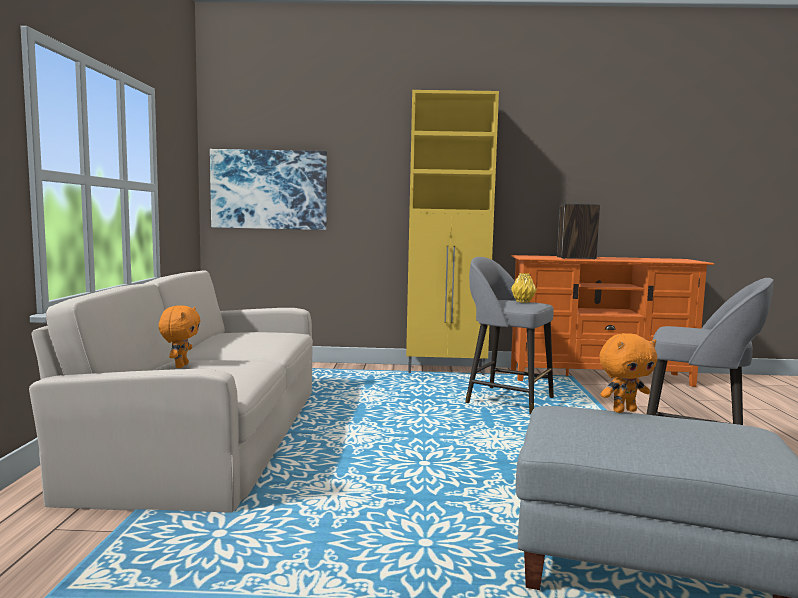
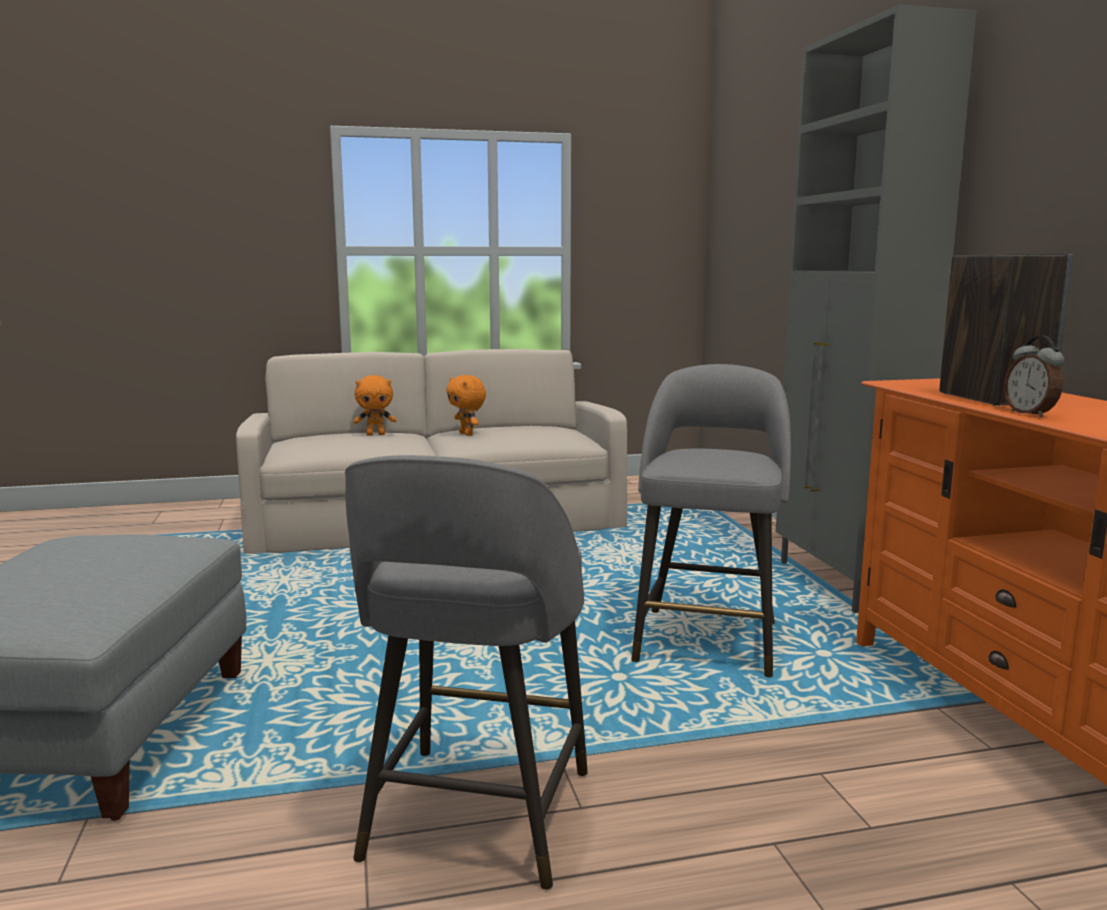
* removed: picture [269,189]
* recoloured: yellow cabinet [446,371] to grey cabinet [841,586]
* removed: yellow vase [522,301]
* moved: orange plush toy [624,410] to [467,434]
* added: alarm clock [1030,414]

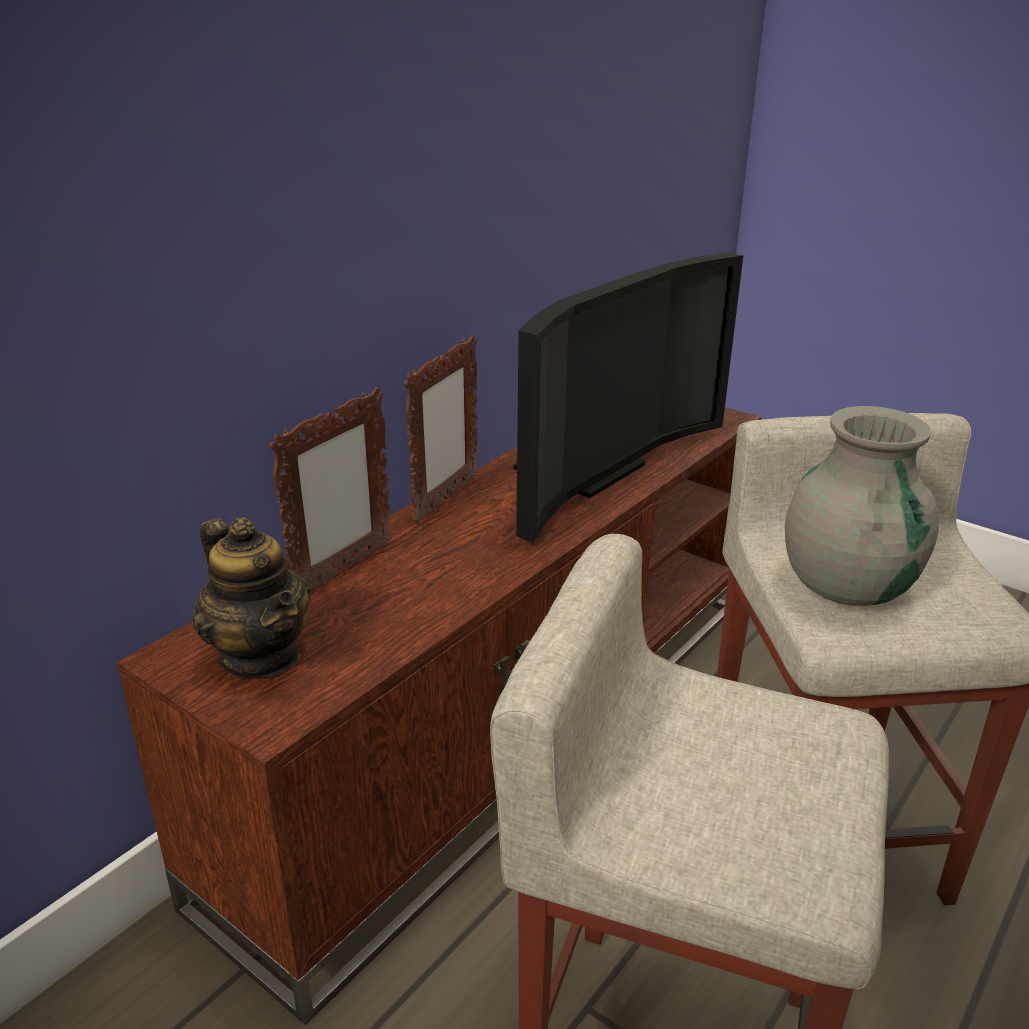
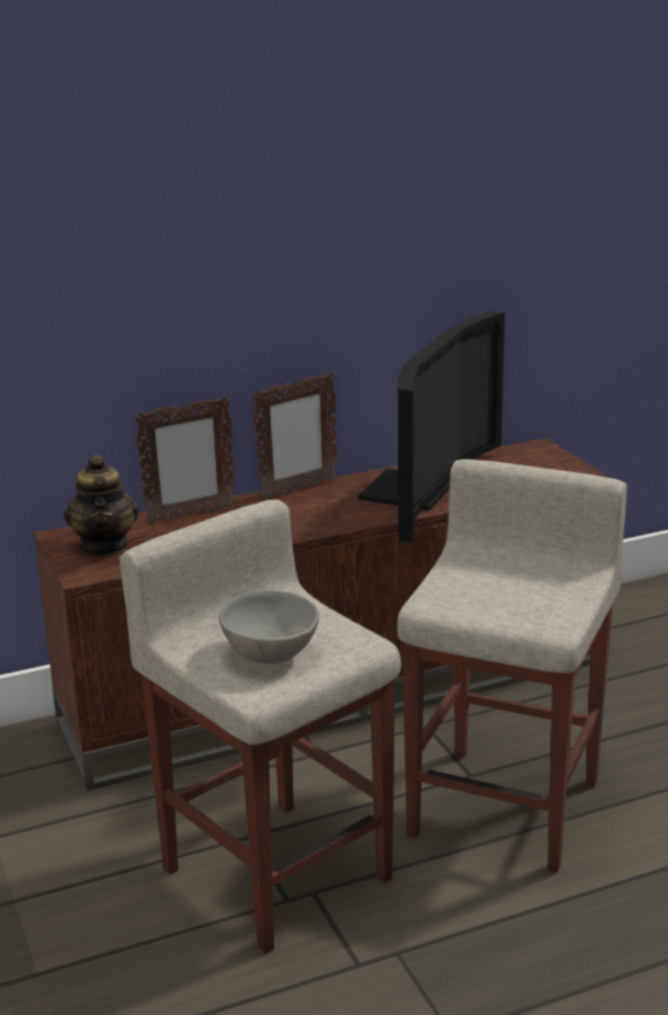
* turned: television [593,473] = [421,493] 45 degrees counterclockwise
* removed: grey vase [847,586]
* added: grey bowl [272,654]

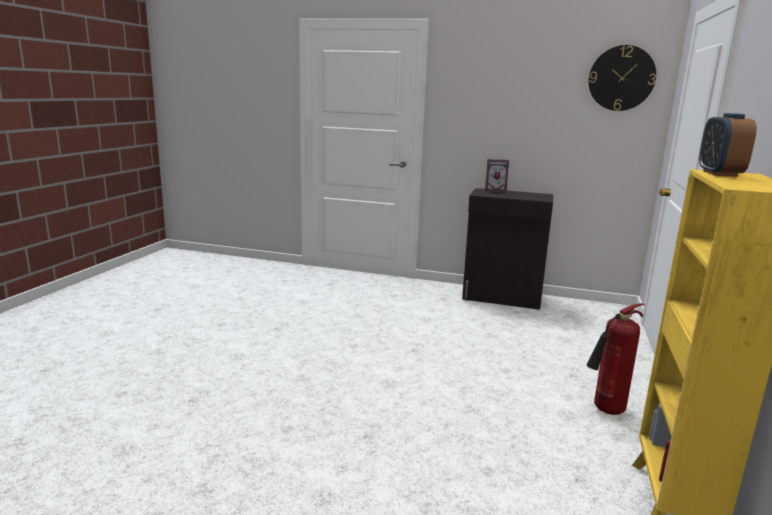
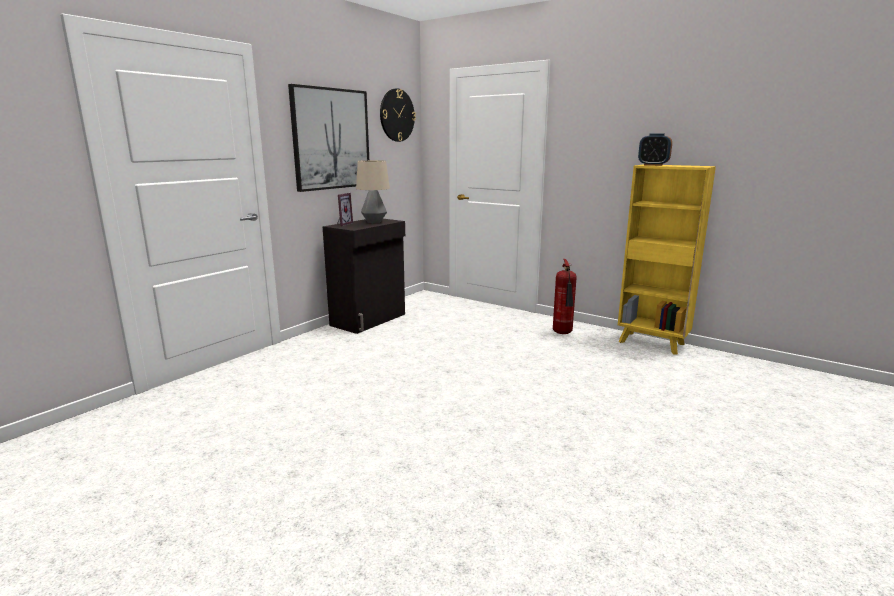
* added: picture [331,139]
* added: table lamp [374,222]

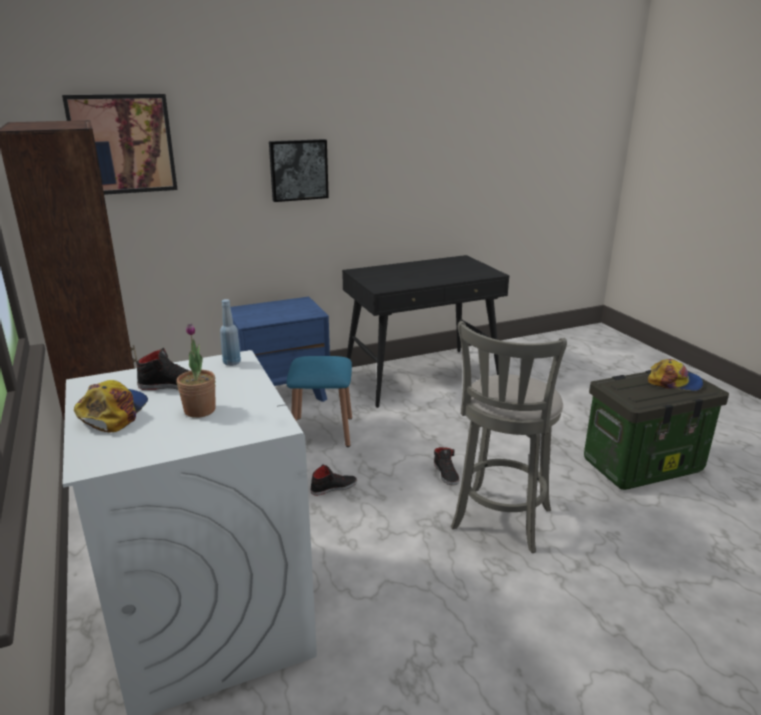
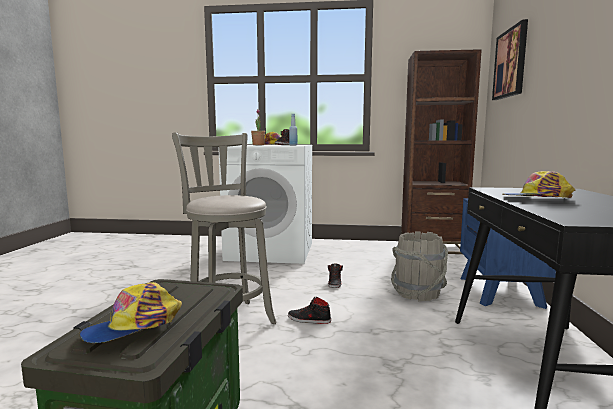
* removed: picture [298,170]
* replaced: blue stool [322,431] to grey bucket [417,293]
* added: cap [537,199]

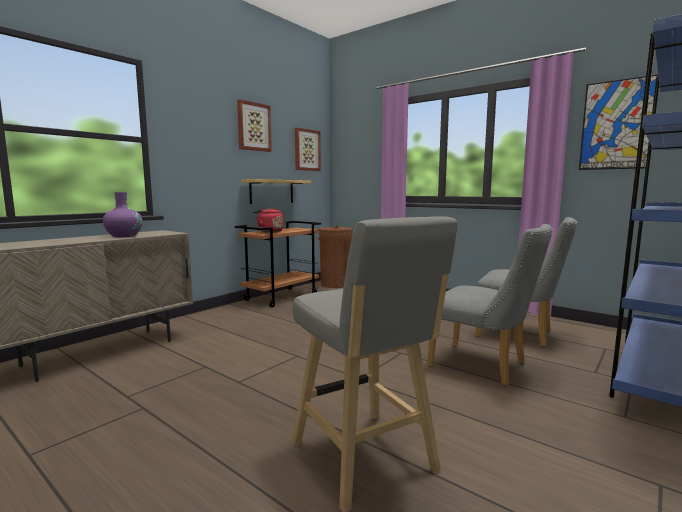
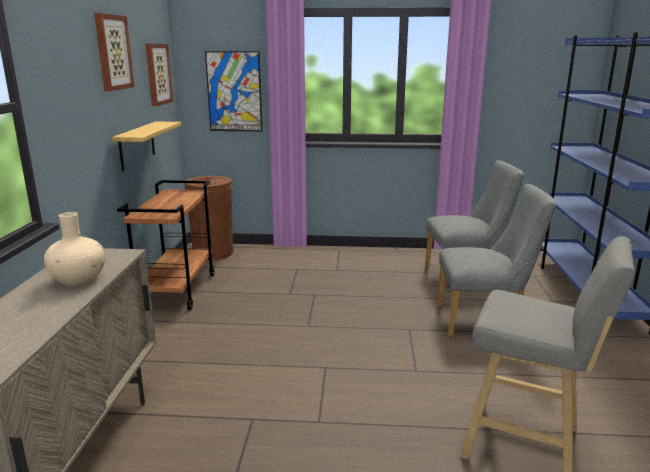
* recoloured: purple vase [124,236] to beige vase [78,280]
* removed: red kettle [269,231]
* moved: picture [617,125] to [234,92]

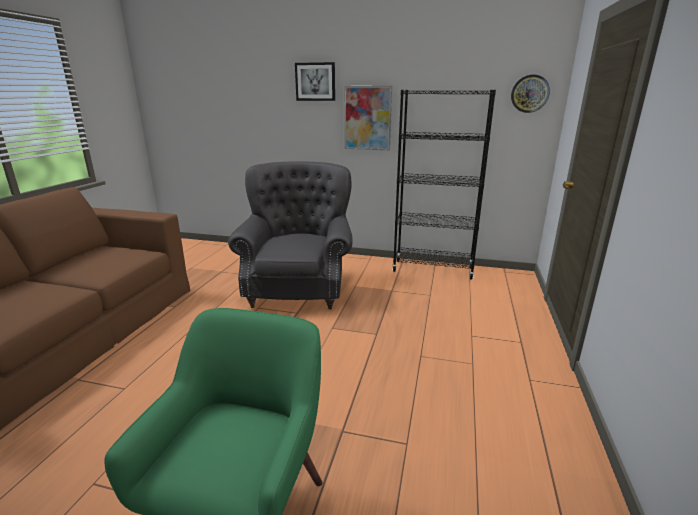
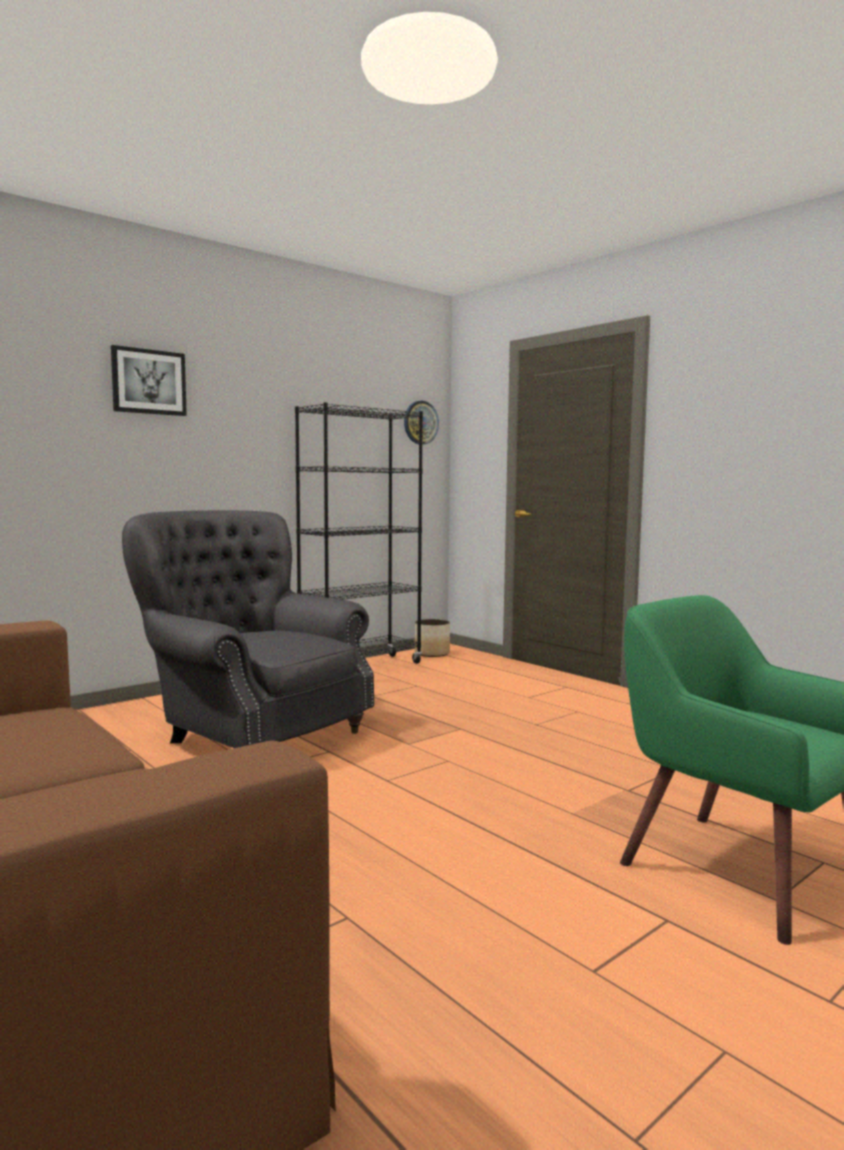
* removed: picture [367,118]
* added: planter [432,653]

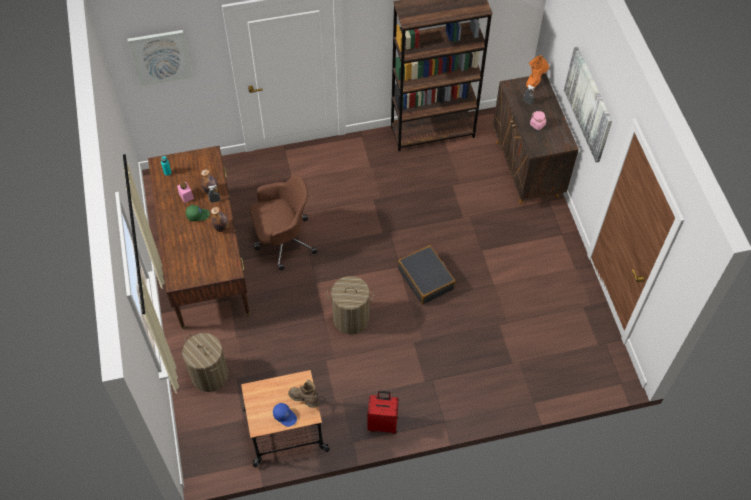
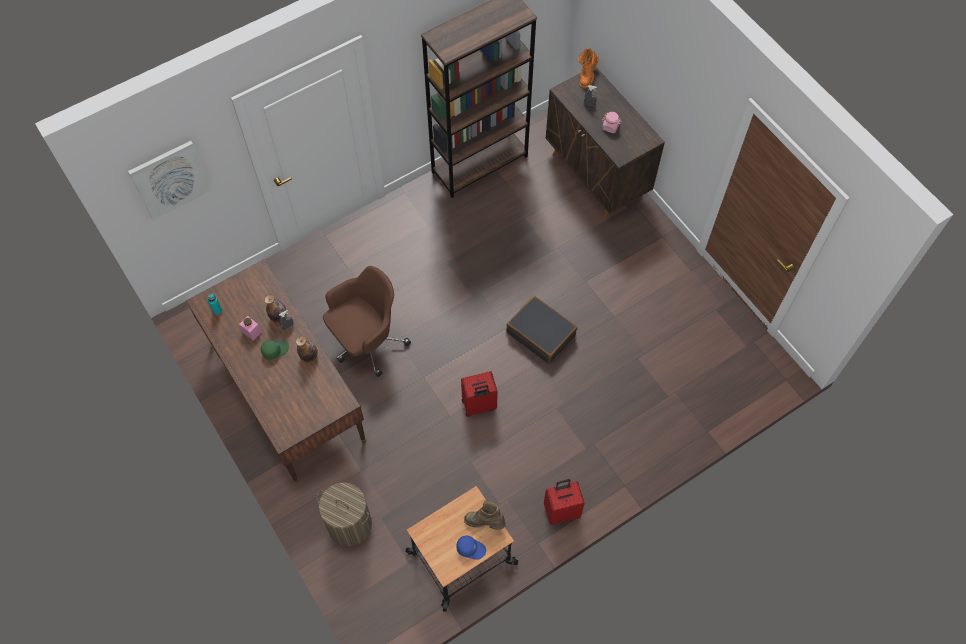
* replaced: laundry basket [351,318] to red suitcase [479,406]
* removed: picture [588,104]

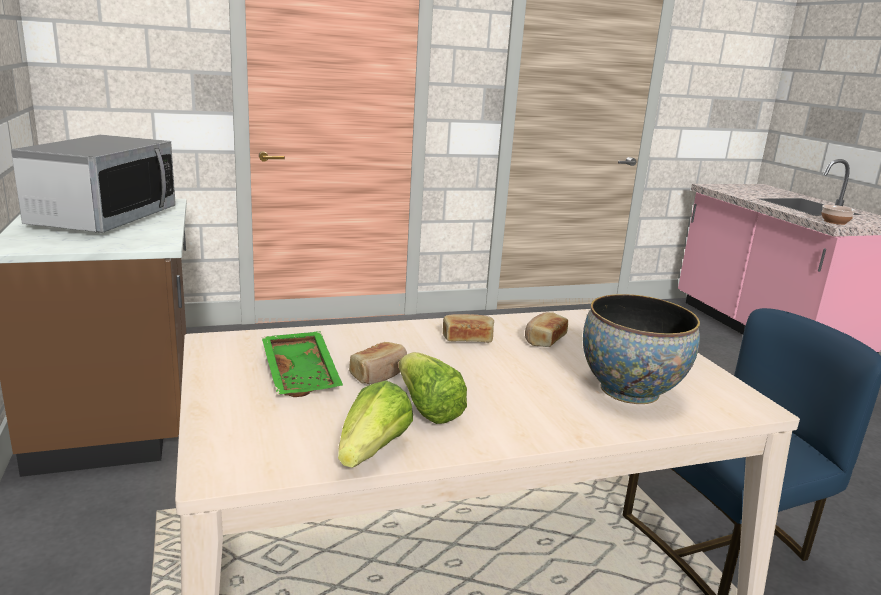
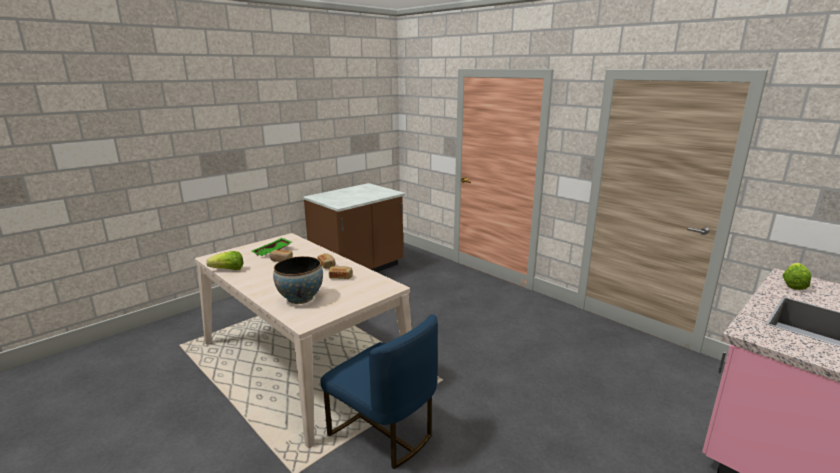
* removed: microwave [104,218]
* moved: lettuce [427,408] to [793,284]
* removed: bowl [835,222]

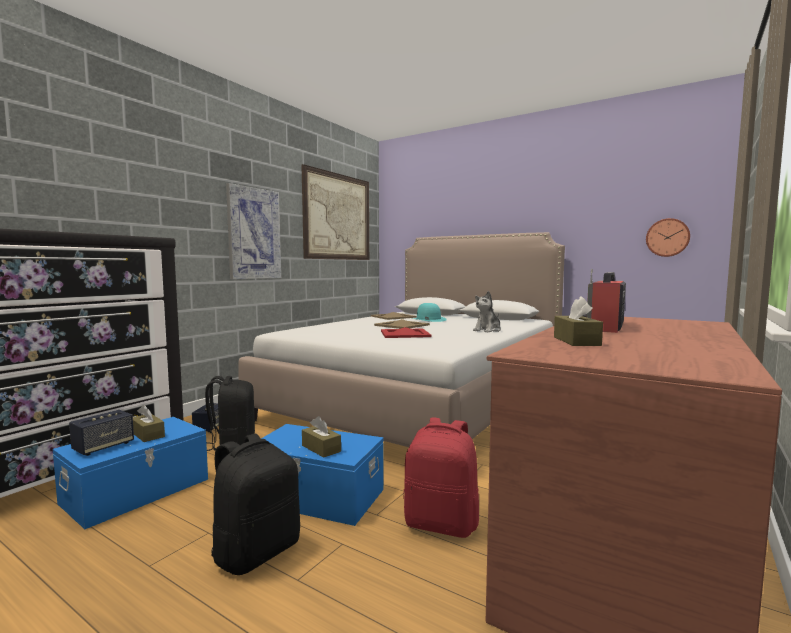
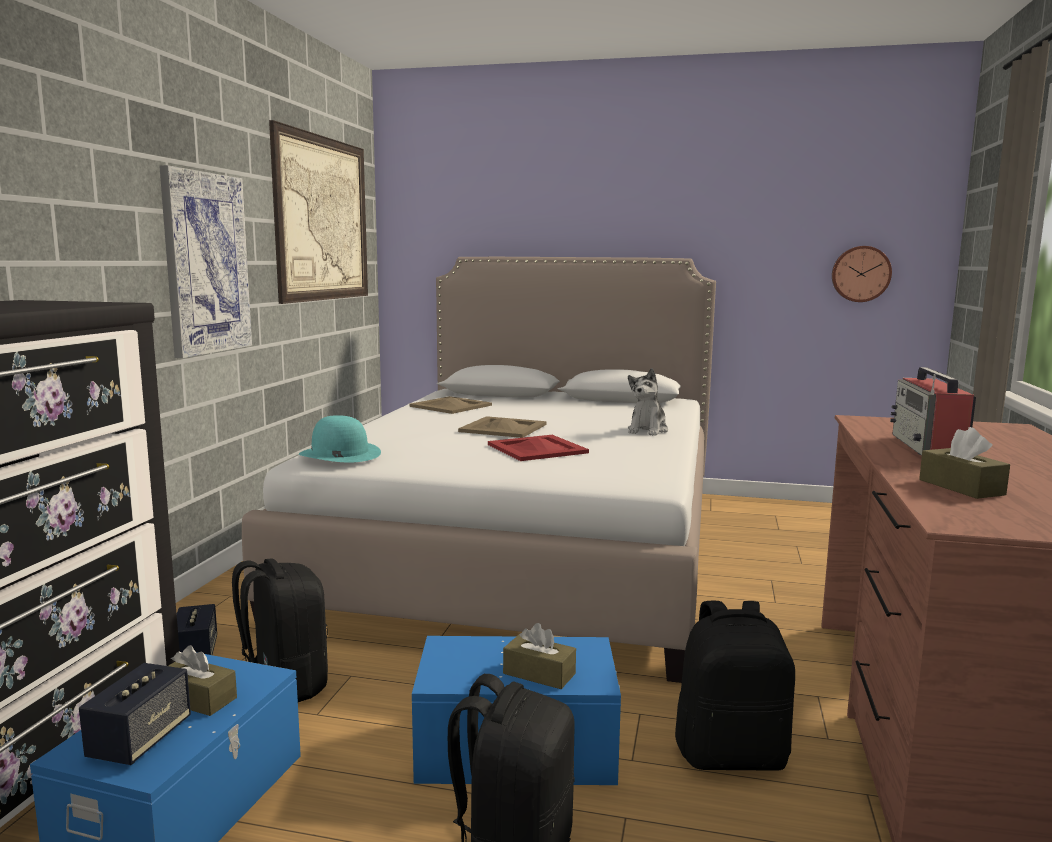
* recoloured: red backpack [441,523] to black backpack [731,754]
* moved: turquoise hat [428,319] to [339,454]

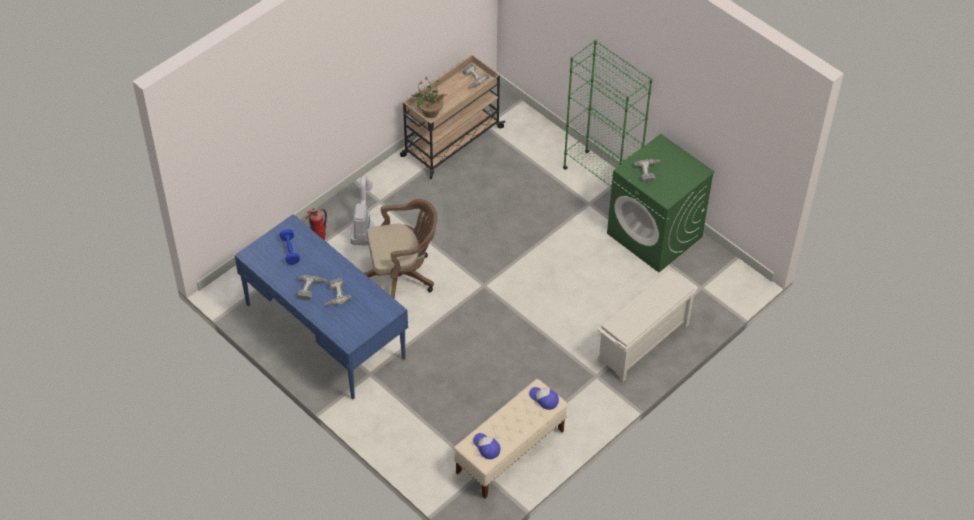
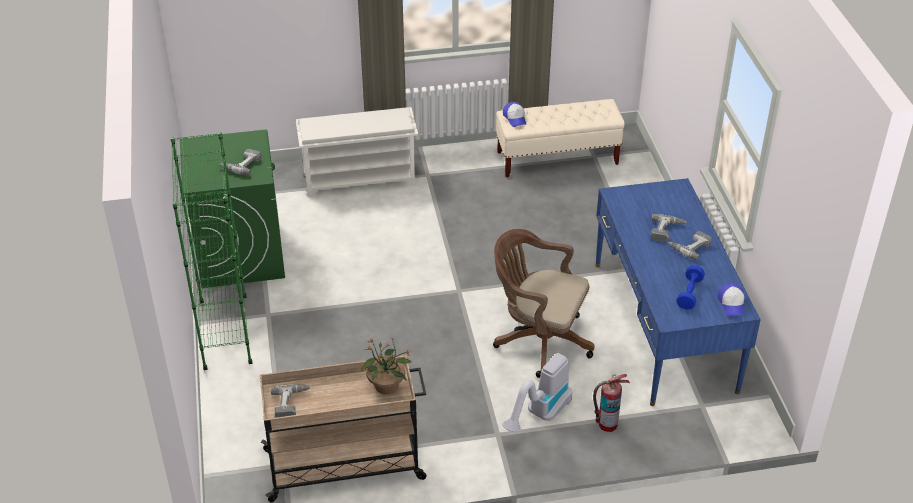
* moved: cap [486,447] to [732,303]

